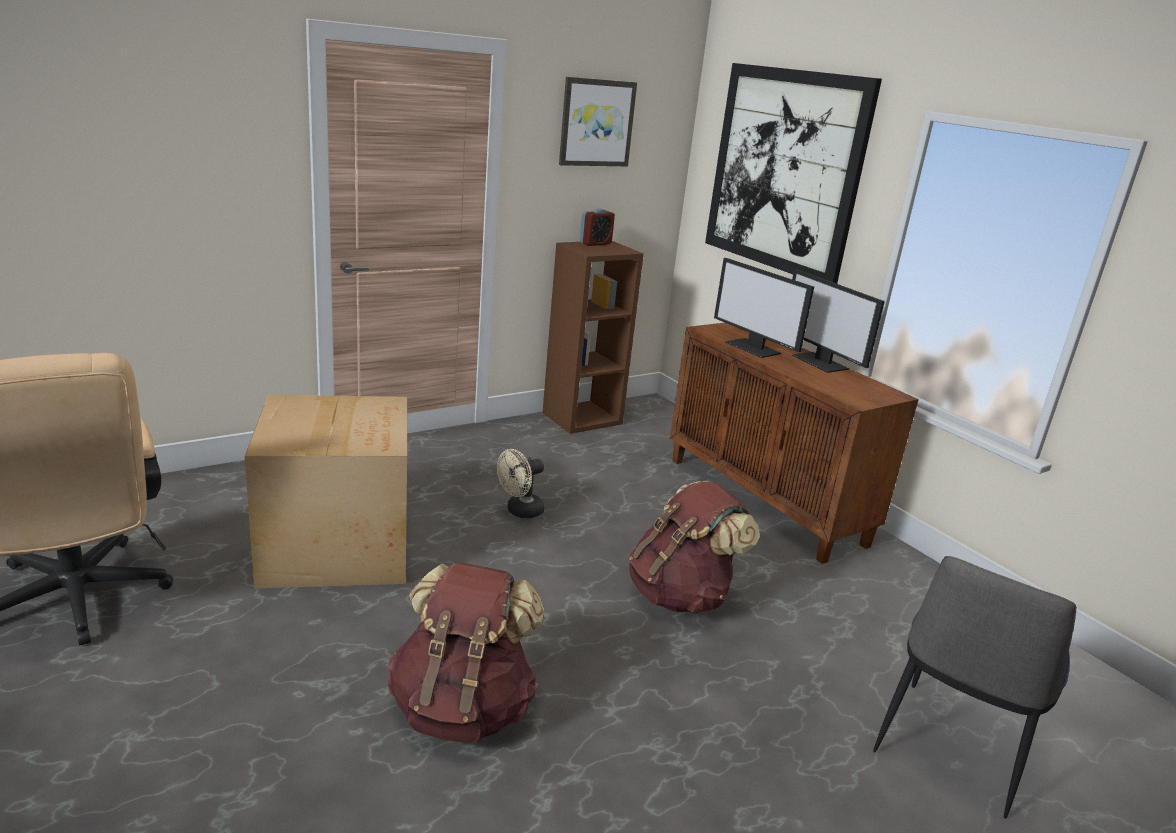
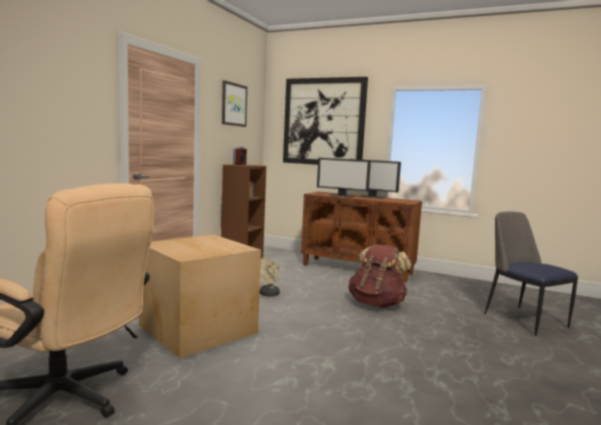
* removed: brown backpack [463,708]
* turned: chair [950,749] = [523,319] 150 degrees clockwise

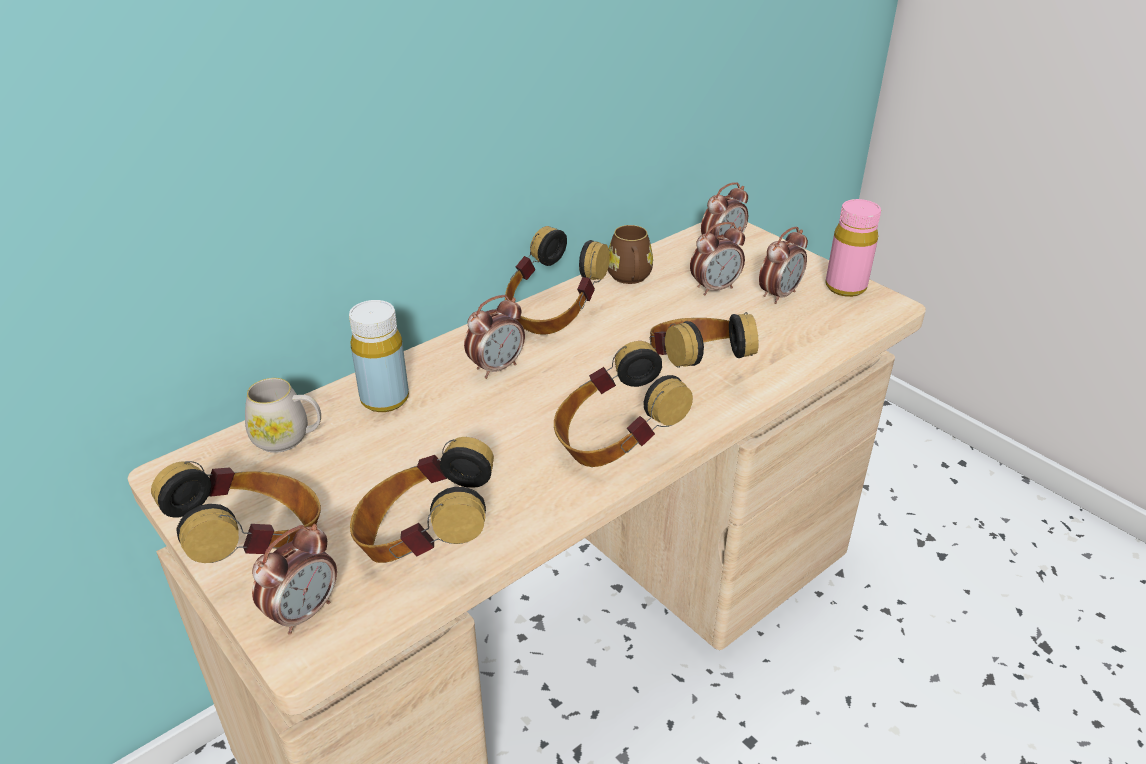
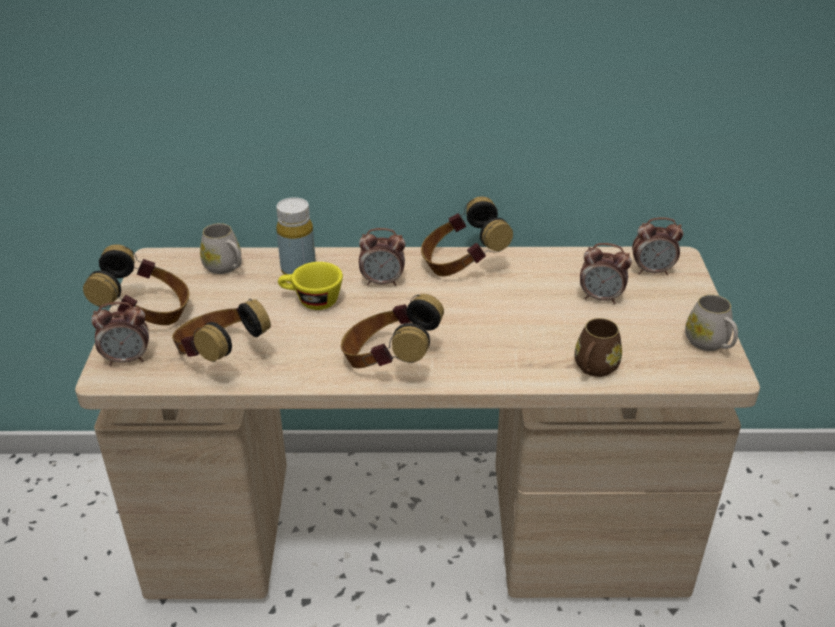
* moved: brown mug [630,278] to [593,369]
* removed: headphones [695,370]
* removed: alarm clock [779,295]
* replaced: pink bottle [845,287] to white mug [710,344]
* added: yellow cup [311,301]

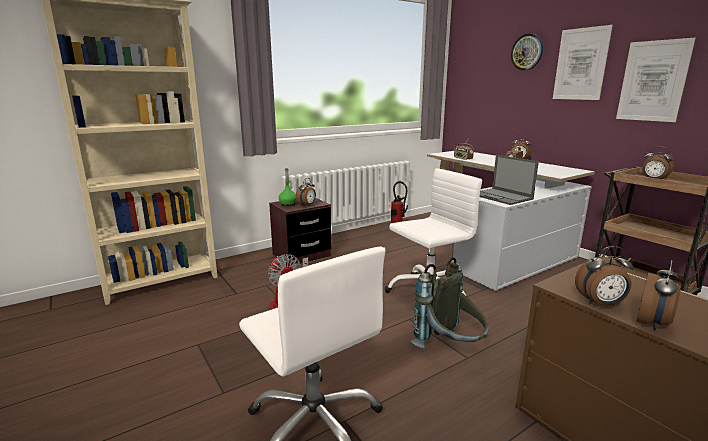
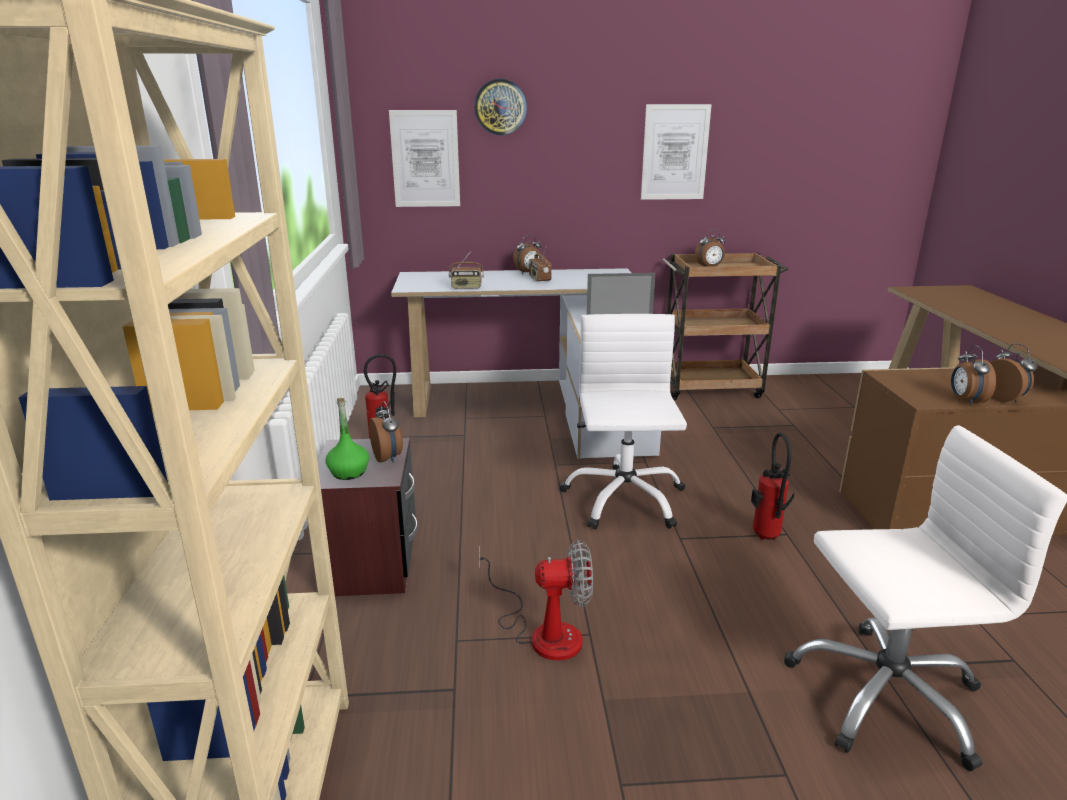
* replaced: grey backpack [450,349] to fire extinguisher [766,538]
* moved: picture [580,64] to [425,159]
* turned: alarm clock [600,304] = [965,401] 150 degrees clockwise

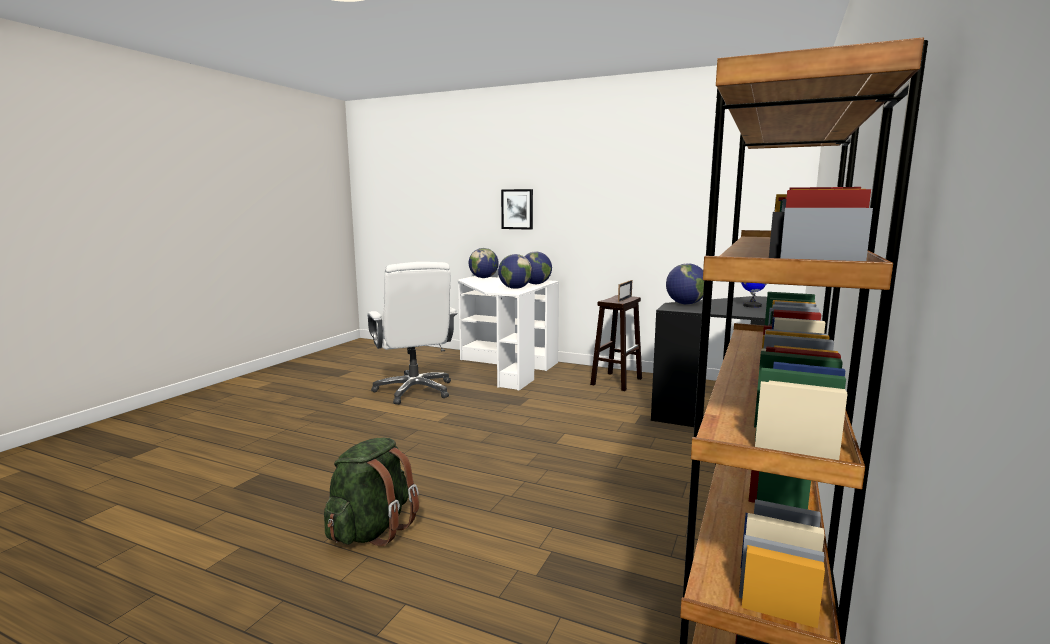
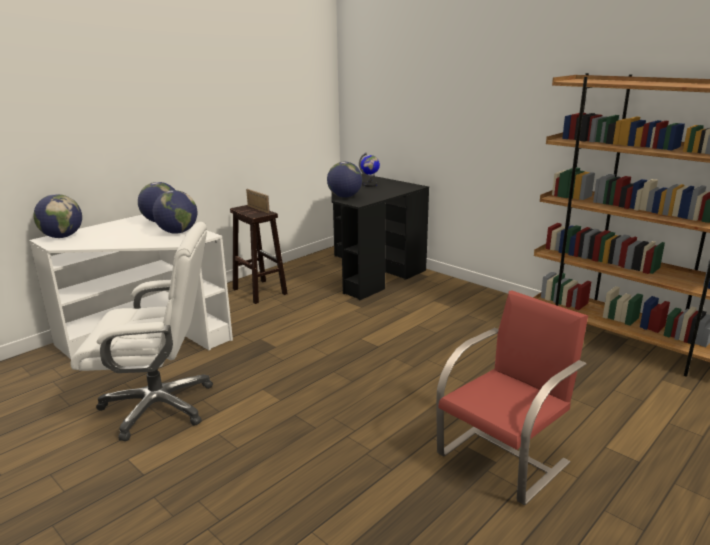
* replaced: green backpack [372,530] to red chair [504,457]
* removed: picture [517,209]

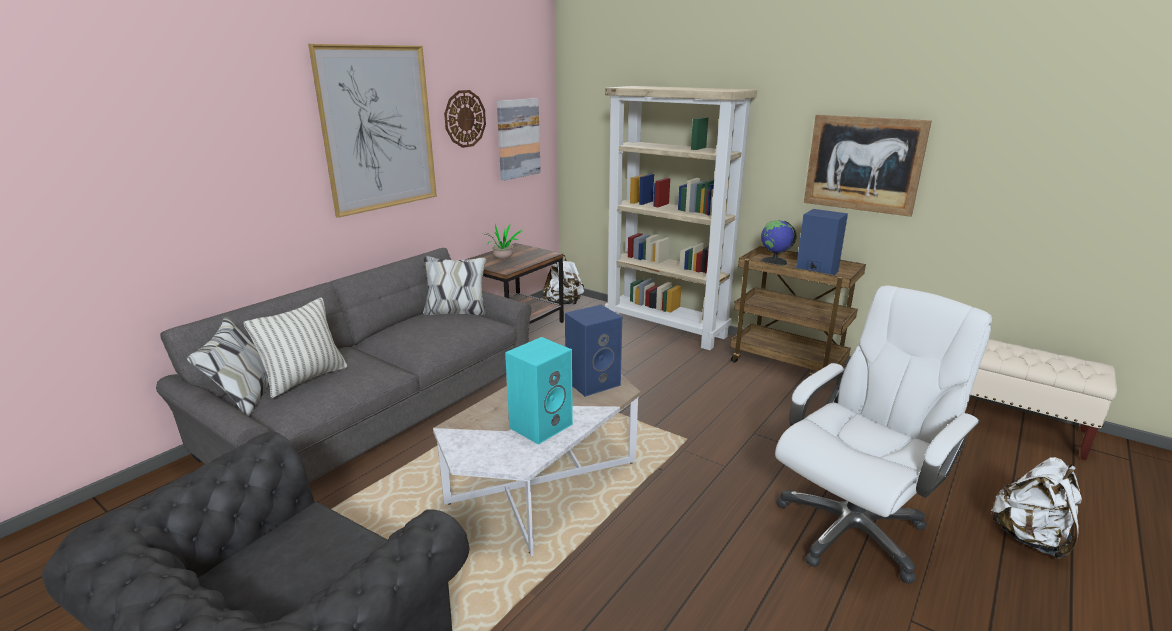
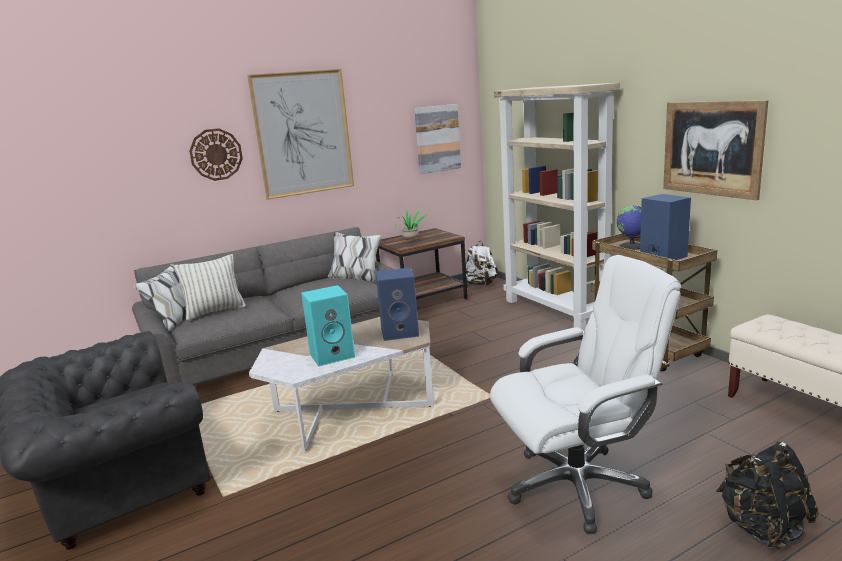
* moved: wall clock [465,119] to [216,154]
* recoloured: white backpack [1030,538] to black backpack [762,528]

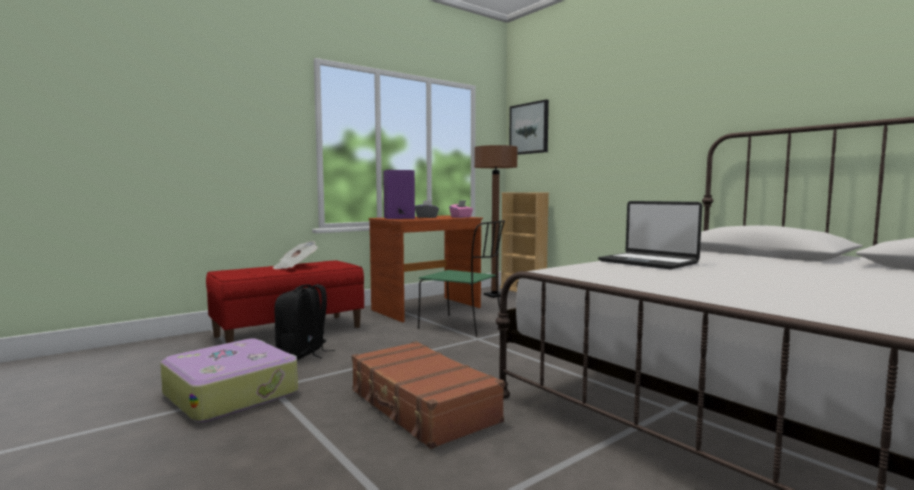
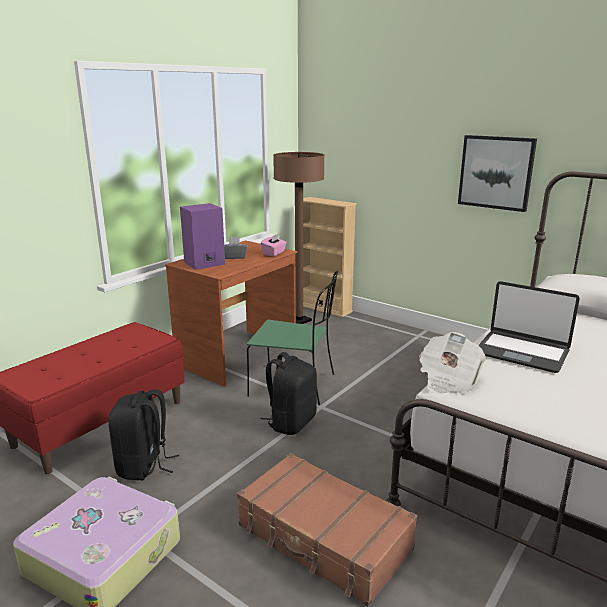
* moved: newspaper [295,267] to [448,379]
* moved: picture [529,128] to [496,172]
* added: black backpack [291,422]

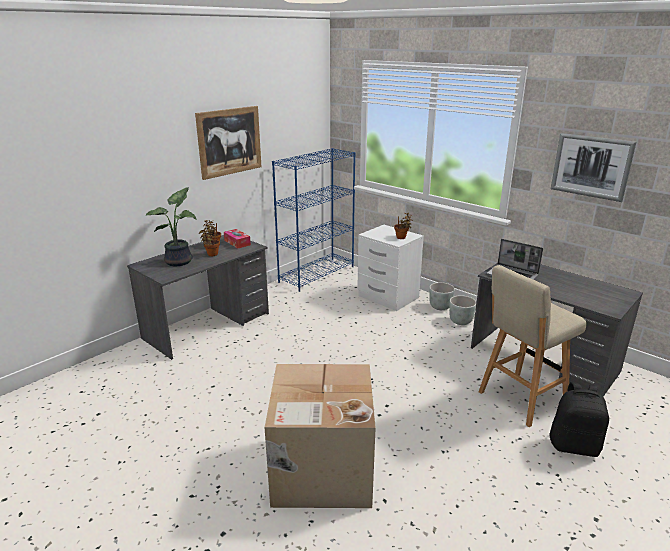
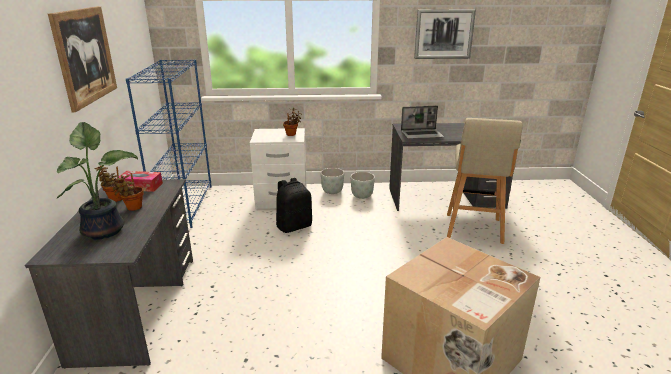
* moved: black backpack [574,445] to [294,226]

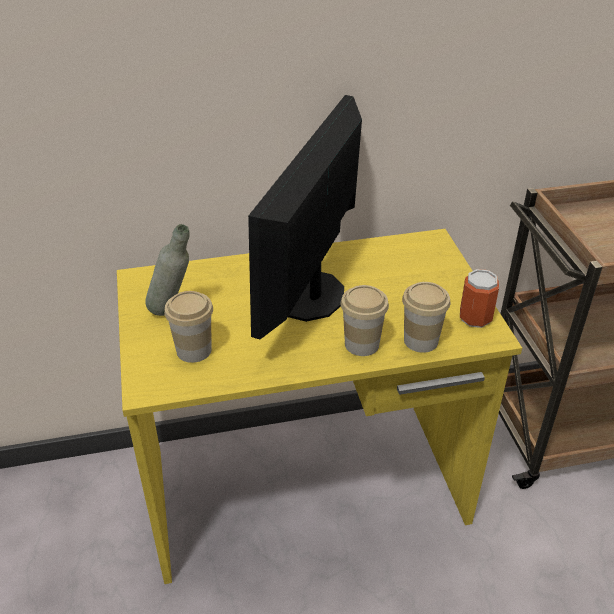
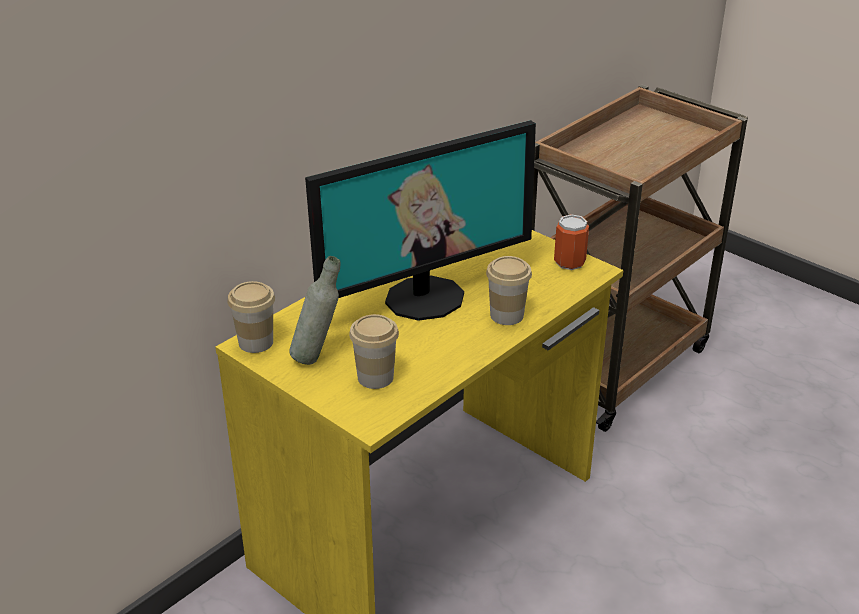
* turned: monitor [310,296] = [424,297] 105 degrees counterclockwise
* moved: cup [421,340] to [256,342]

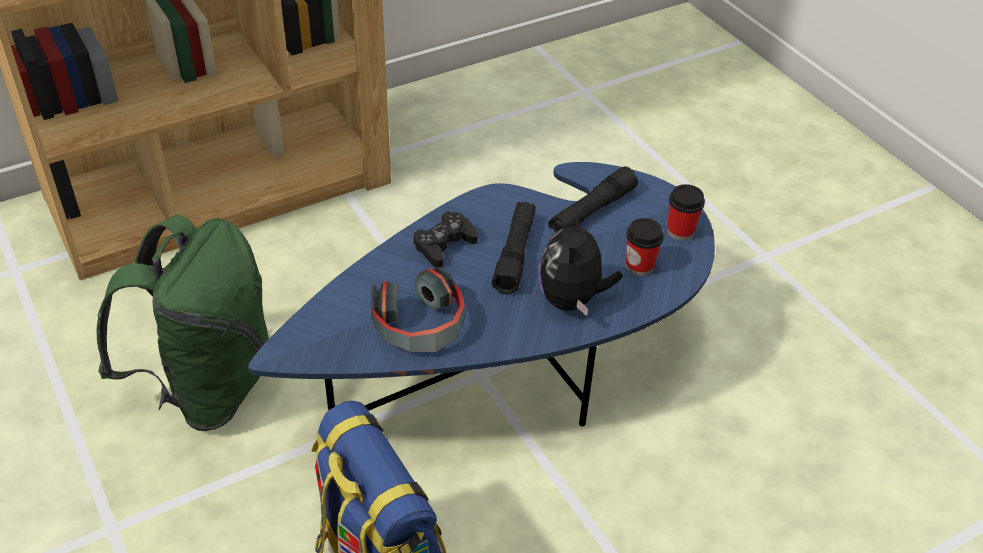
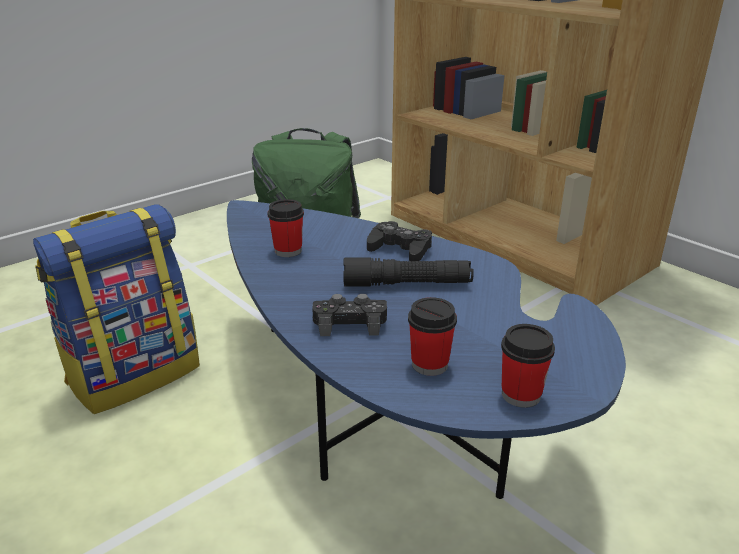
* replaced: headphones [419,326] to cup [288,251]
* replaced: plush toy [572,300] to black game controller [350,322]
* removed: black flashlight [591,211]

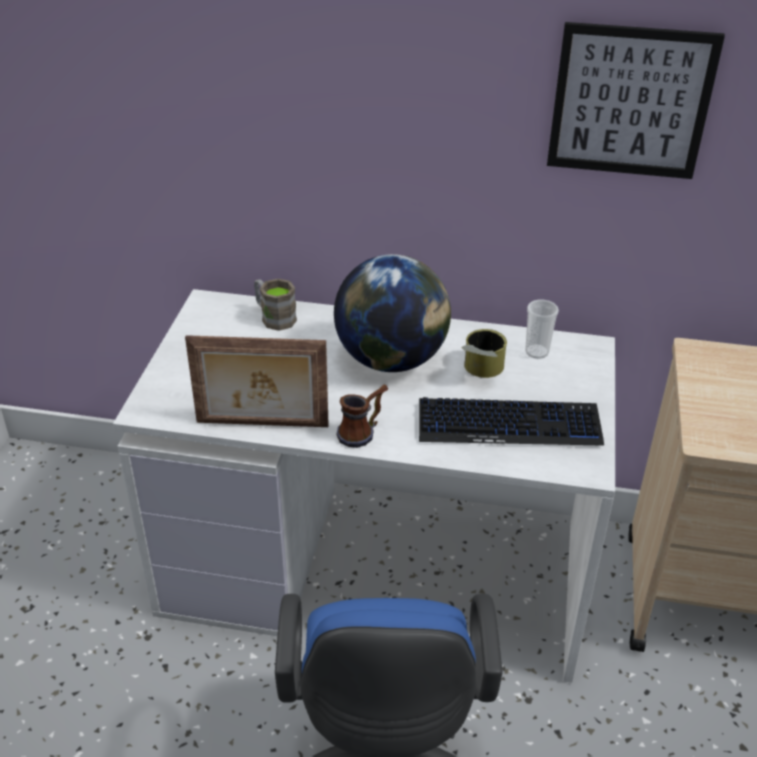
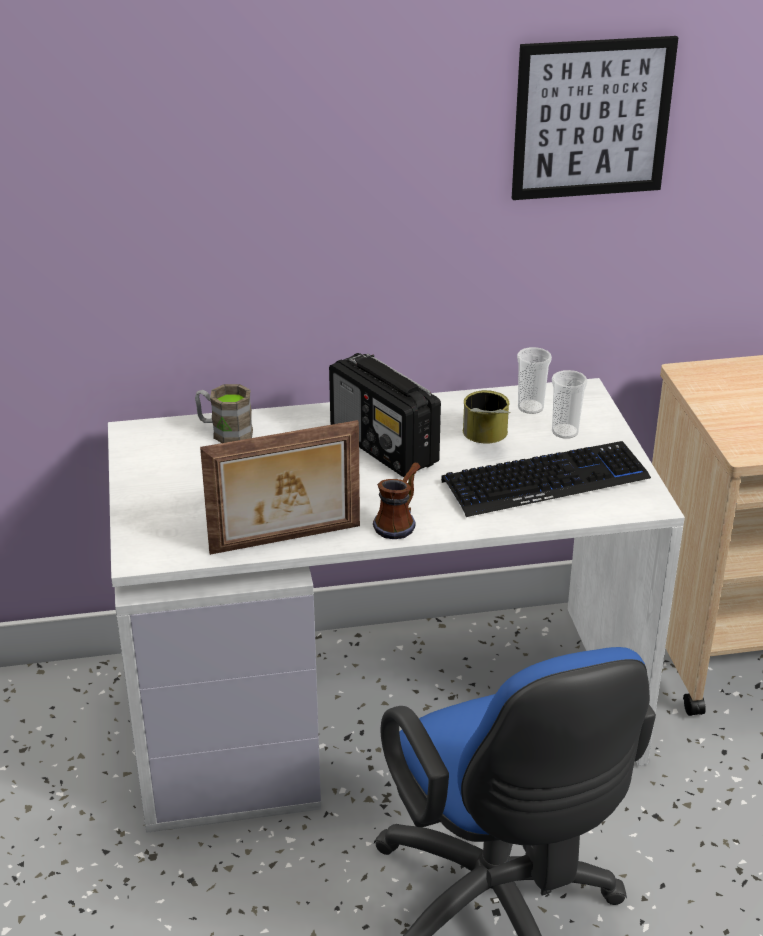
* replaced: globe [391,360] to radio [384,447]
* added: cup [565,432]

